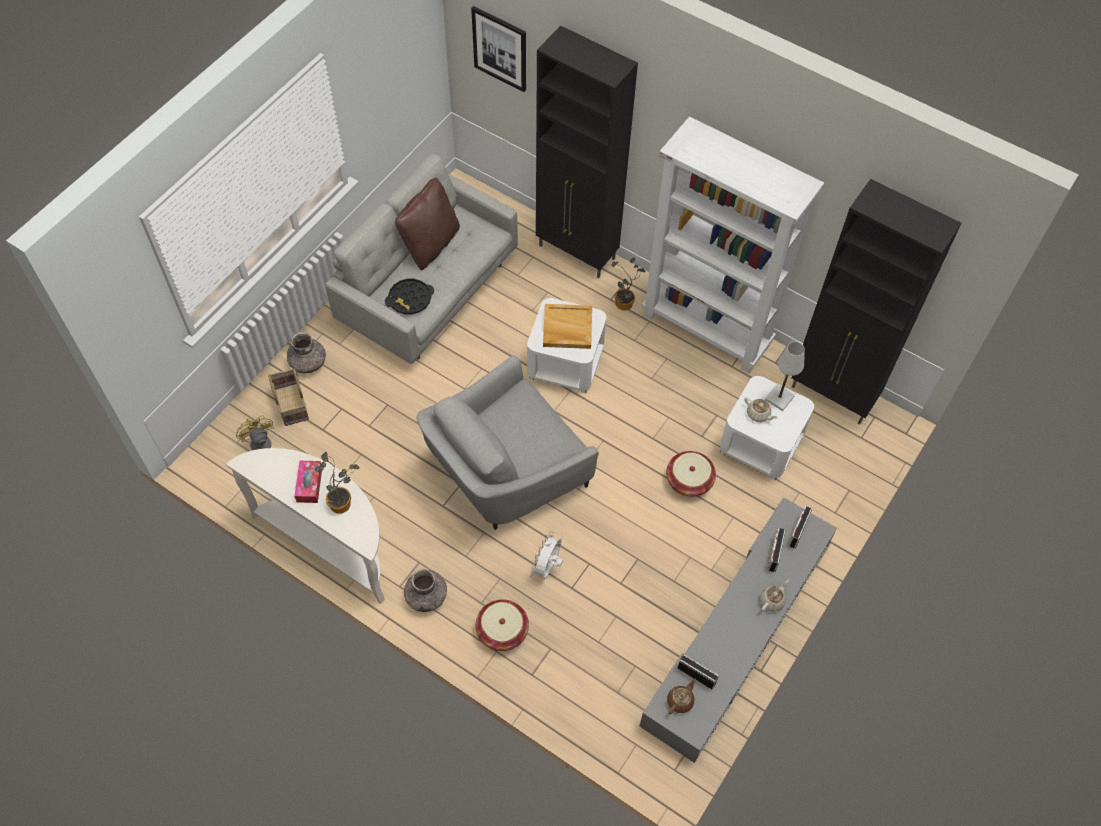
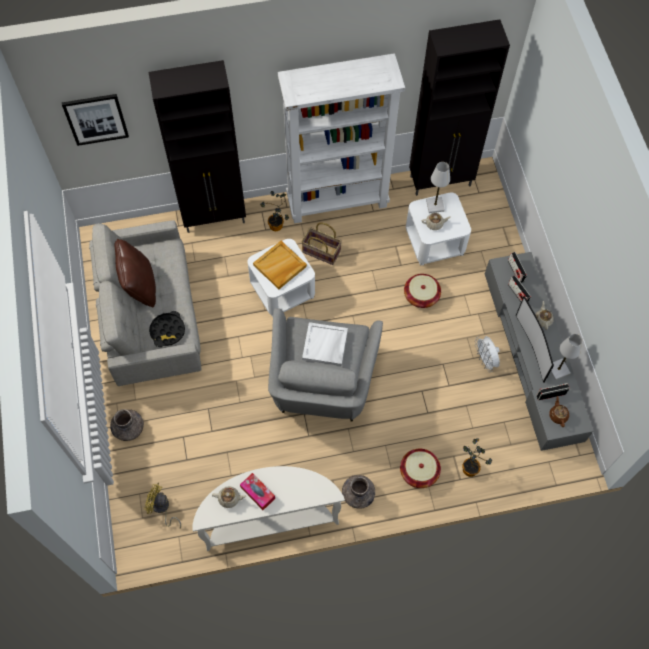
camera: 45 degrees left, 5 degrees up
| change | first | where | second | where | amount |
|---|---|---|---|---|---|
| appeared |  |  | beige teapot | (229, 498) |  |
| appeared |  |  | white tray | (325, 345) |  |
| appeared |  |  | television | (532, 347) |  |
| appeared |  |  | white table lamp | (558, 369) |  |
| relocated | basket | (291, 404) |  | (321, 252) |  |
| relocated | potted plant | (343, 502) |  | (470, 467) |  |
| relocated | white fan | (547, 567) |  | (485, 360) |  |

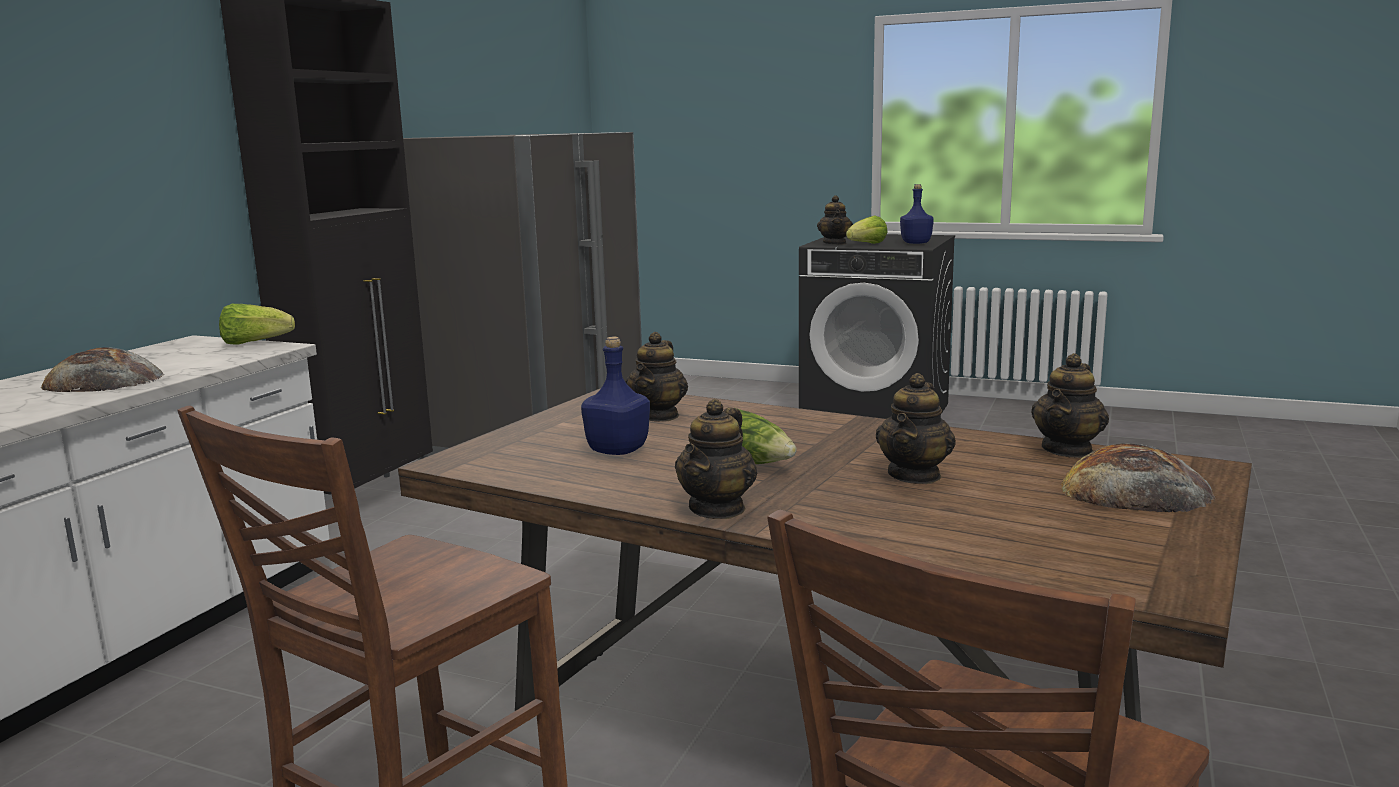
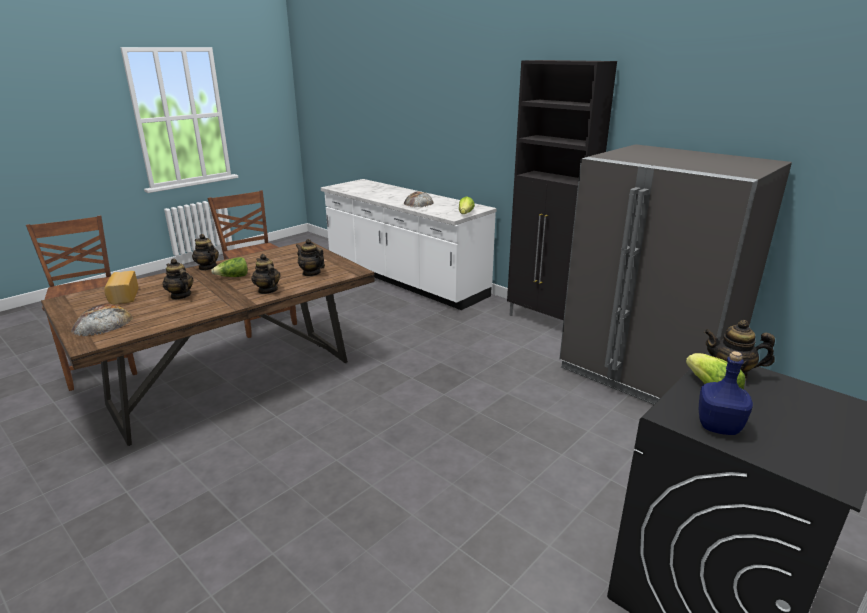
camera: 110 degrees right, 10 degrees up
| change | first | where | second | where | amount |
|---|---|---|---|---|---|
| missing | blue bottle | (619, 450) |  |  |  |
| appeared |  |  | bread | (123, 296) |  |
| relocated | teapot | (1068, 450) |  | (267, 290) |  |

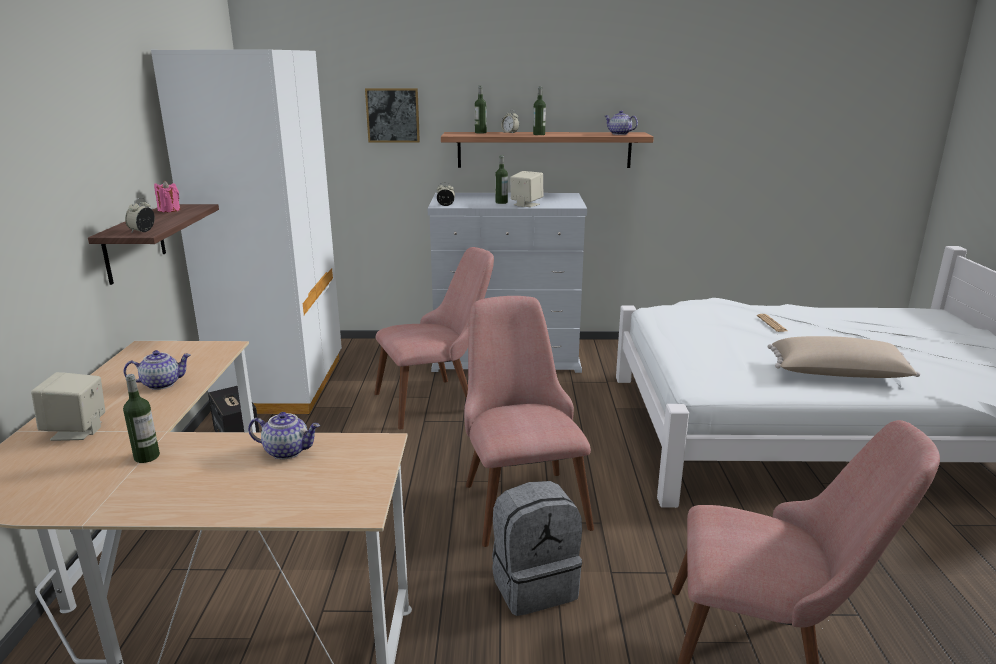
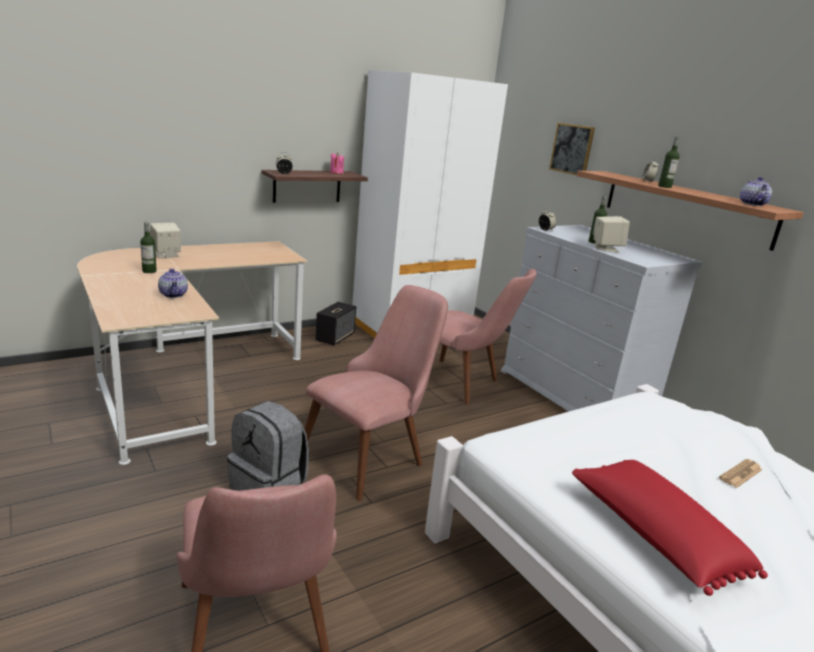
camera: 55 degrees right, 0 degrees up
| change | first | where | second | where | amount |
|---|---|---|---|---|---|
| missing | teapot | (162, 384) |  |  |  |
| missing | bottle | (480, 132) |  |  |  |
| colour | beige pillow | (837, 375) | red pillow | (653, 536) |  |

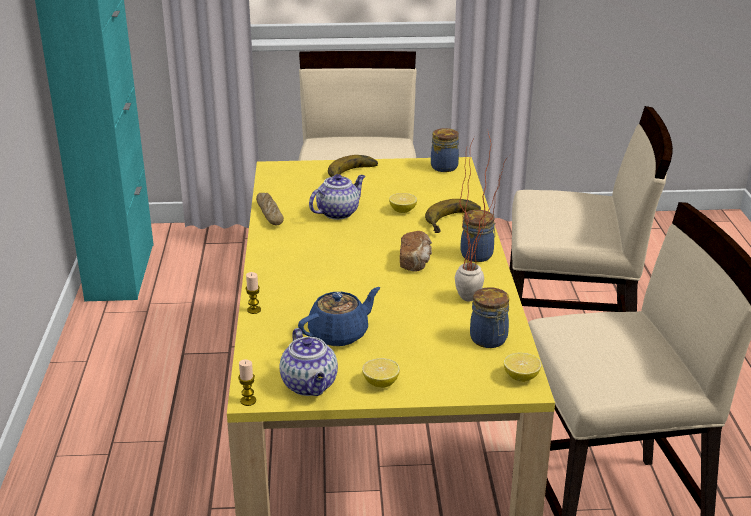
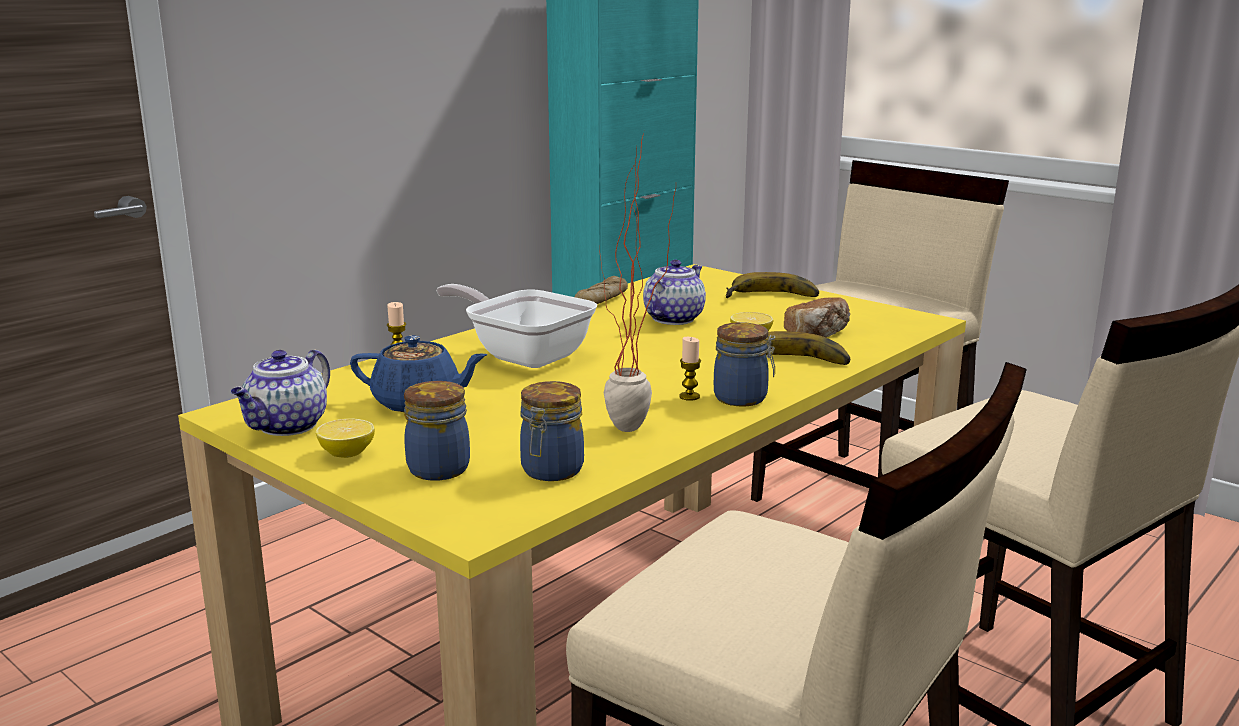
camera: 45 degrees right, 10 degrees down
| change | first | where | second | where | amount |
|---|---|---|---|---|---|
| missing | lemon | (521, 377) |  |  |  |
| appeared |  |  | frying pan | (523, 355) |  |
| relocated | candle | (248, 401) |  | (689, 396) |  |
| relocated | bread | (415, 262) |  | (818, 335) |  |
| relocated | jar | (443, 167) |  | (439, 468) |  |
| spun | teapot | (338, 212) |  | (674, 318) | 60 degrees counterclockwise |

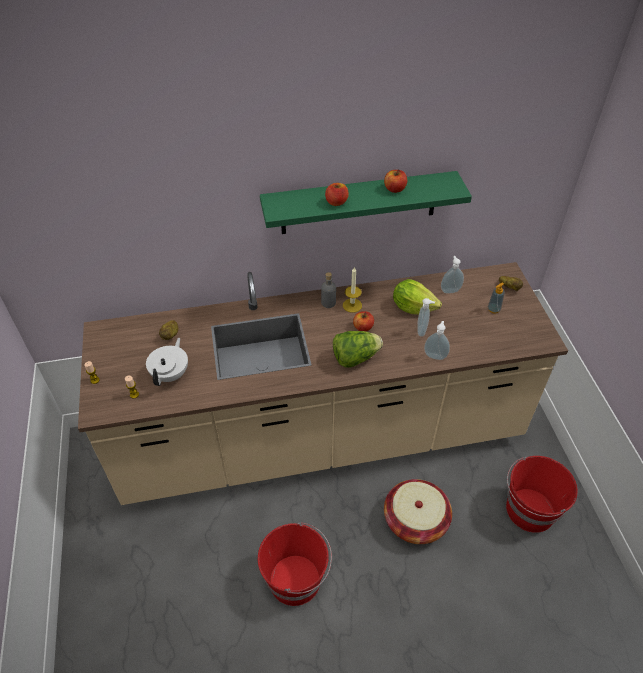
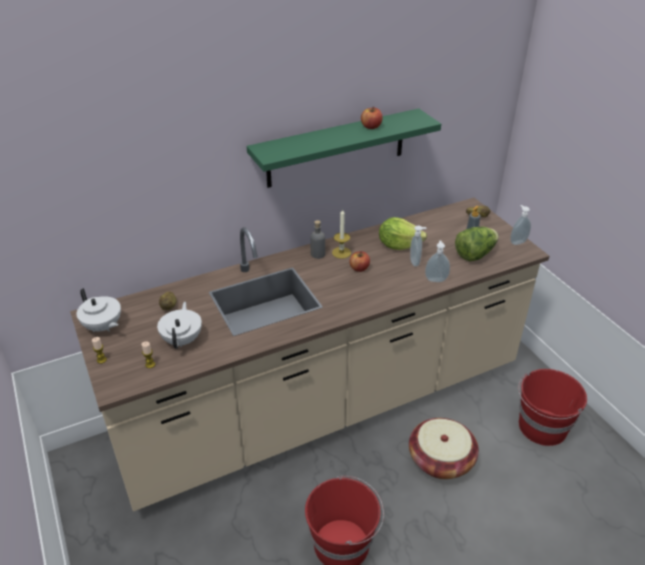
camera: 15 degrees left, 10 degrees down
| change | first | where | second | where | amount |
|---|---|---|---|---|---|
| missing | apple | (336, 202) |  |  |  |
| appeared |  |  | white teapot | (103, 327) |  |
| relocated | lettuce | (355, 358) |  | (475, 254) |  |
| relocated | soap dispenser | (450, 290) |  | (517, 242) |  |

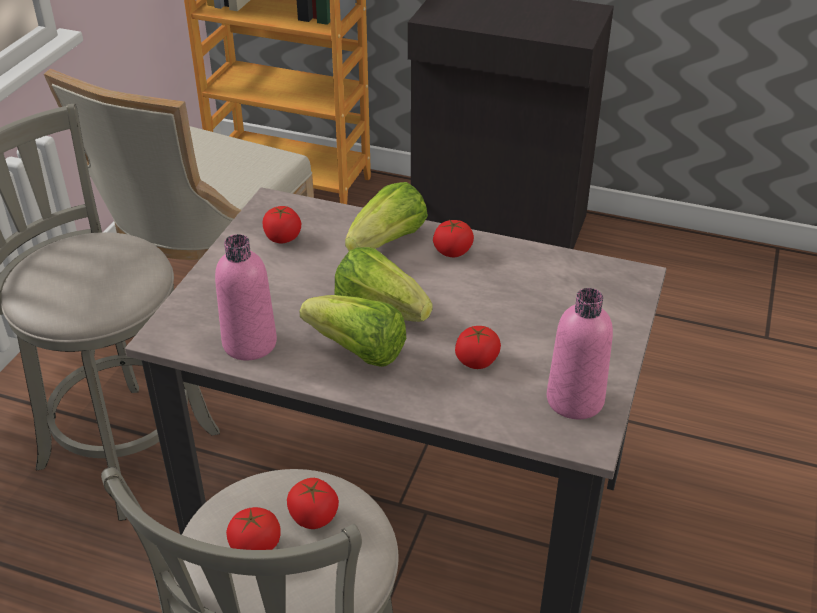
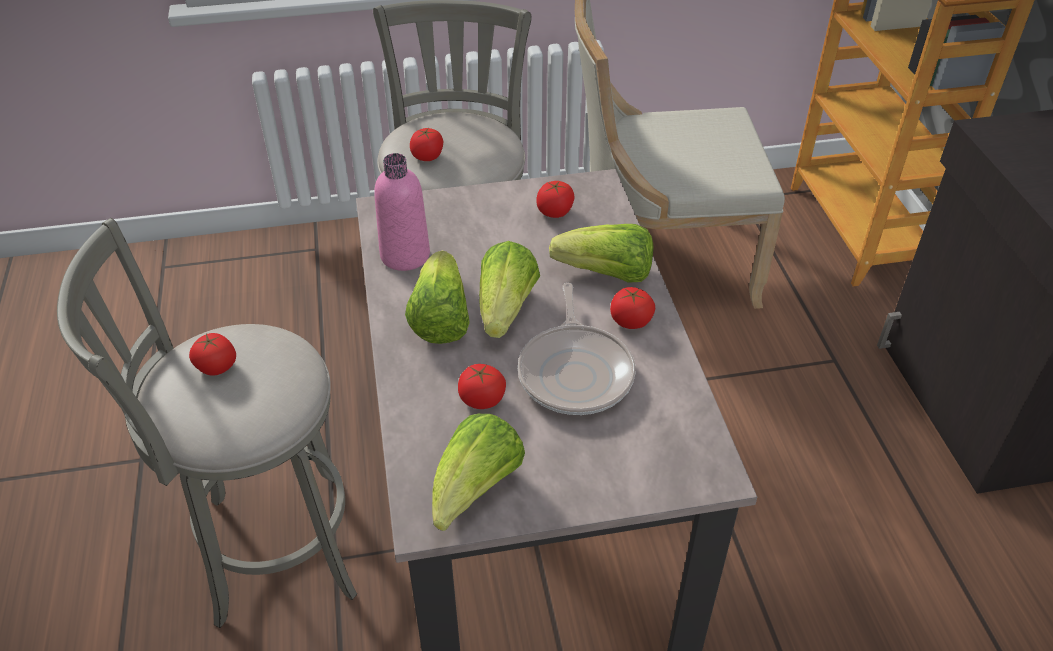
camera: 60 degrees right, 5 degrees up
| change | first | where | second | where | amount |
|---|---|---|---|---|---|
| appeared |  |  | frying pan | (576, 372) |  |
| relocated | tomato | (313, 517) |  | (427, 156) |  |
| exchanged | pink bottle | (575, 400) | lettuce | (475, 491) |  |

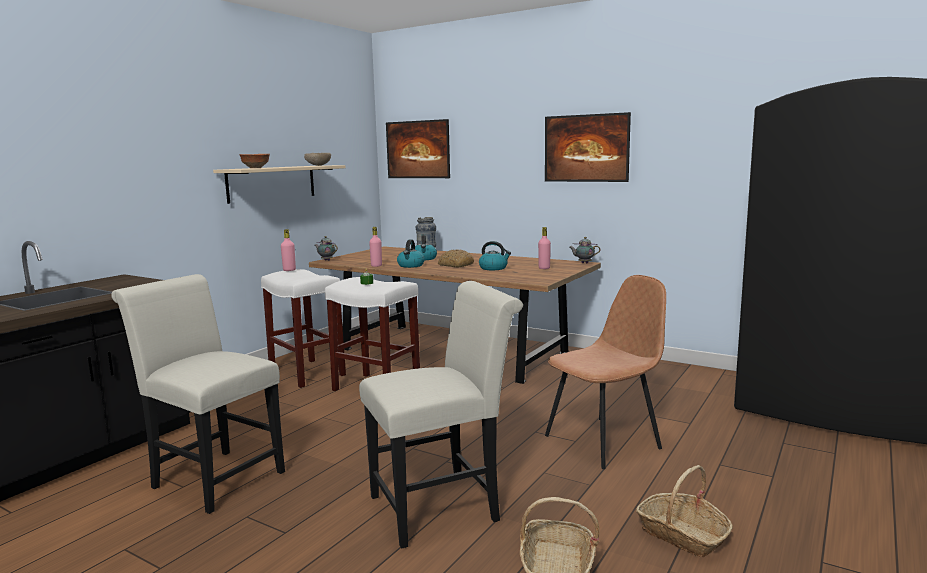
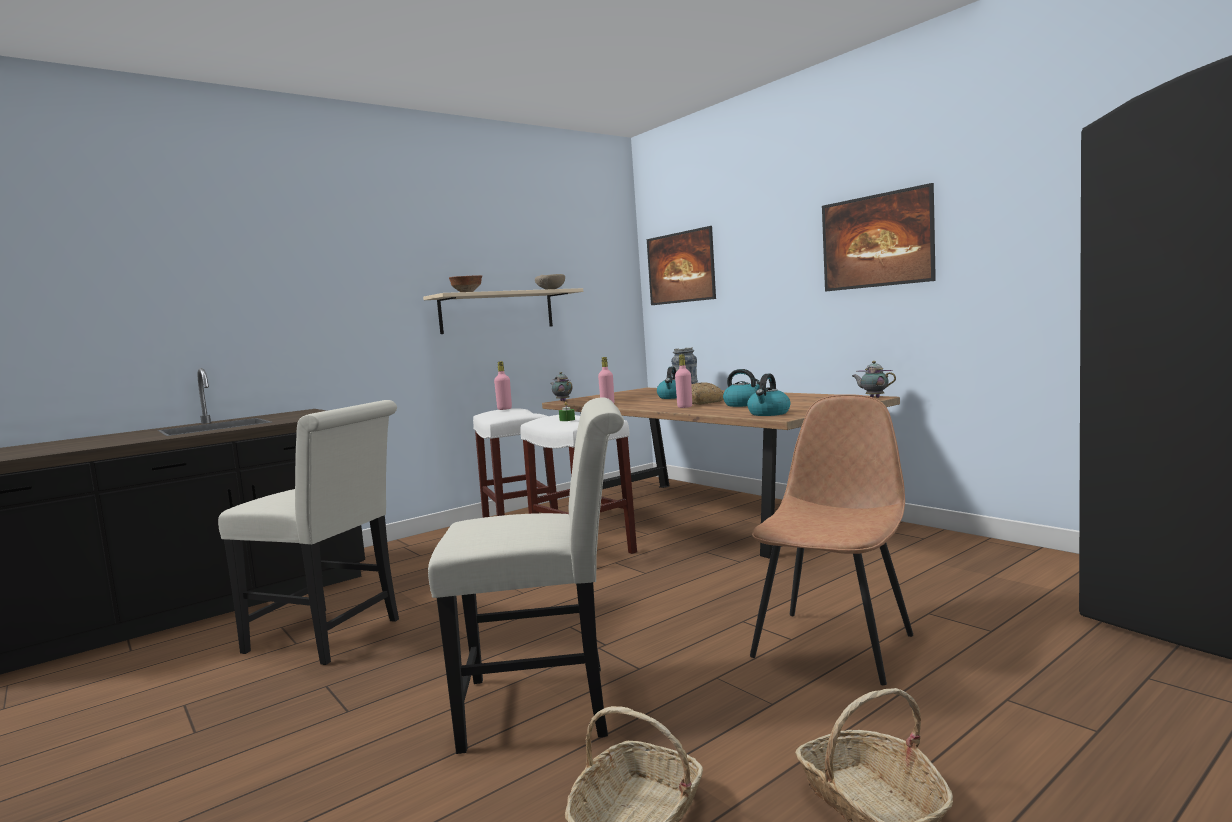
camera: 20 degrees right, 5 degrees down
| change | first | where | second | where | amount |
|---|---|---|---|---|---|
| relocated | kettle | (411, 265) |  | (769, 413) |  |
| relocated | pink bottle | (544, 268) |  | (684, 407) |  |
| spun | white chair | (212, 477) |  | (331, 637) | 150 degrees clockwise |
| spun | brown chair | (604, 441) |  | (834, 644) | 45 degrees counterclockwise |

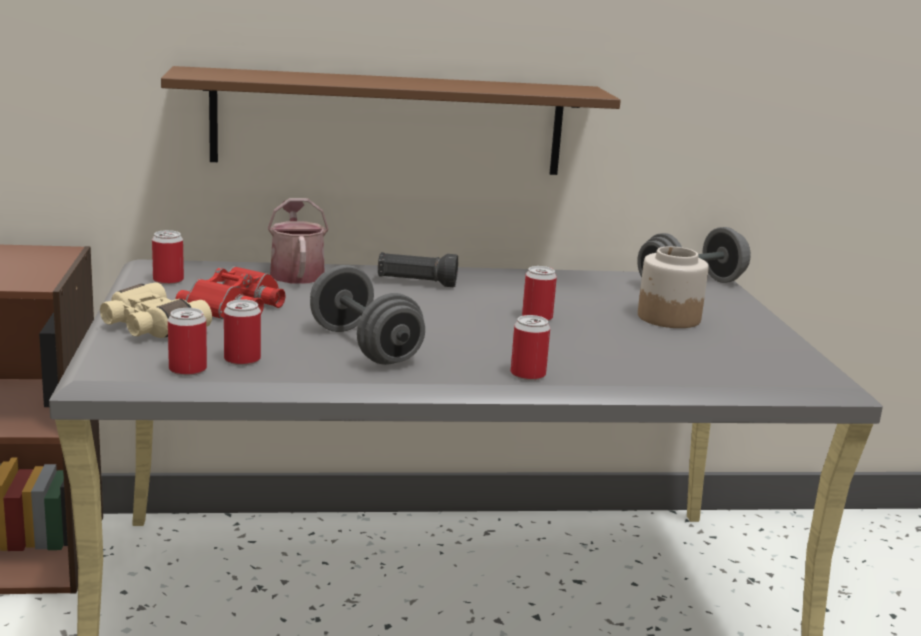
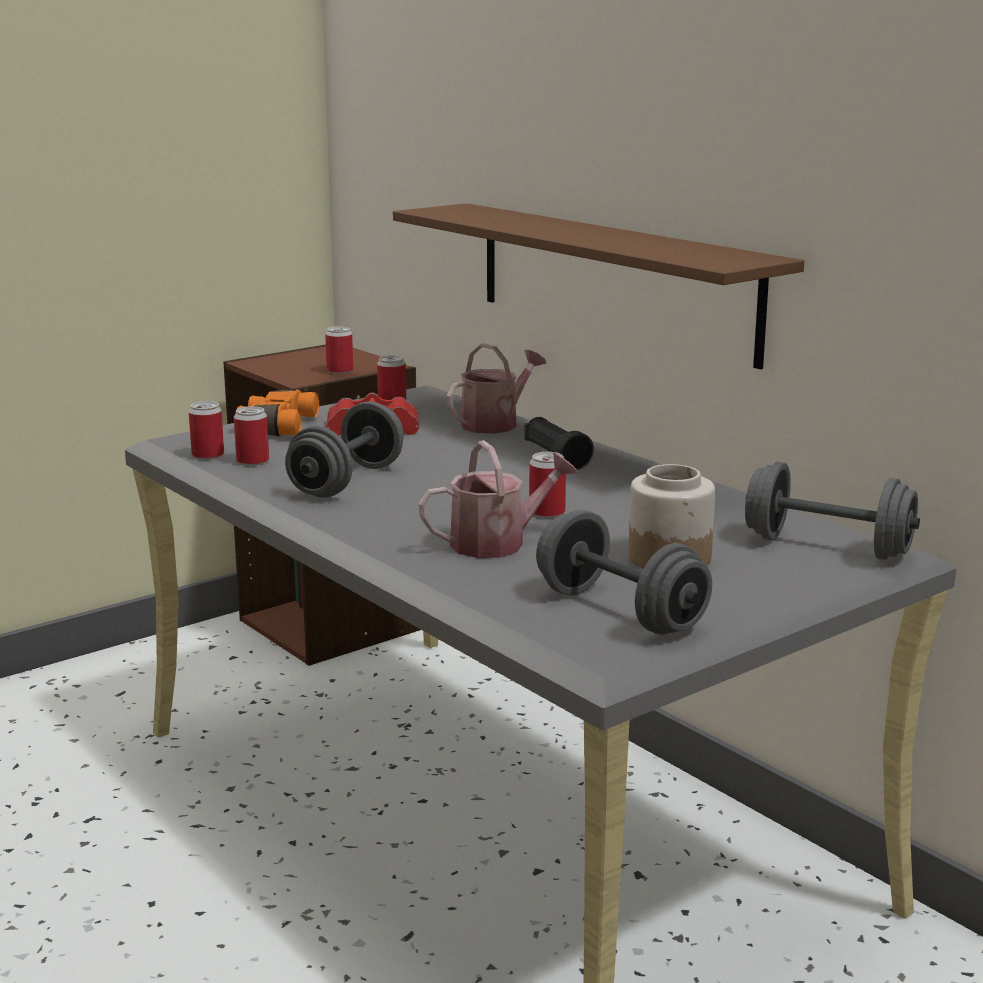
camera: 60 degrees right, 0 degrees up
| change | first | where | second | where | amount |
|---|---|---|---|---|---|
| appeared |  |  | watering can | (497, 543) |  |
| appeared |  |  | grey dumbbell | (620, 611) |  |
| relocated | can | (528, 374) |  | (340, 371) |  |
| colour | beige binoculars | (150, 328) | orange binoculars | (276, 427) |  |

